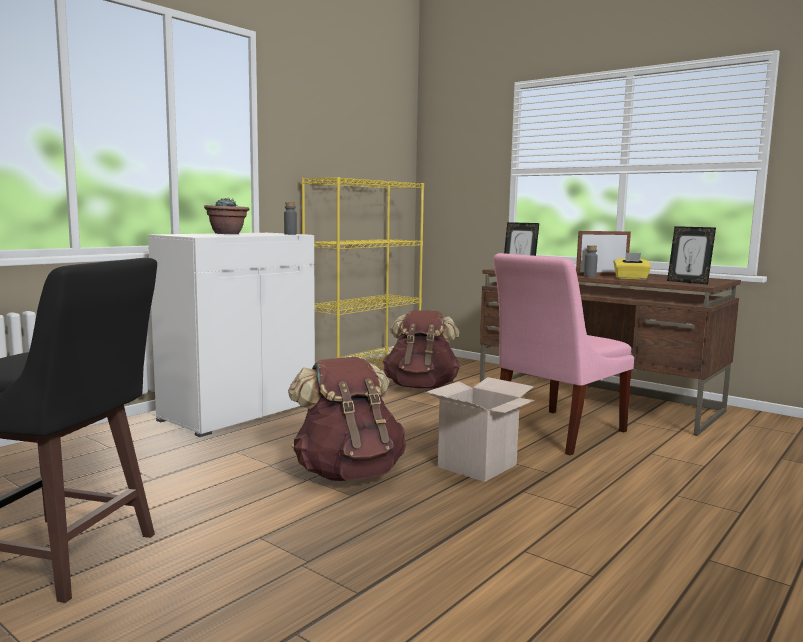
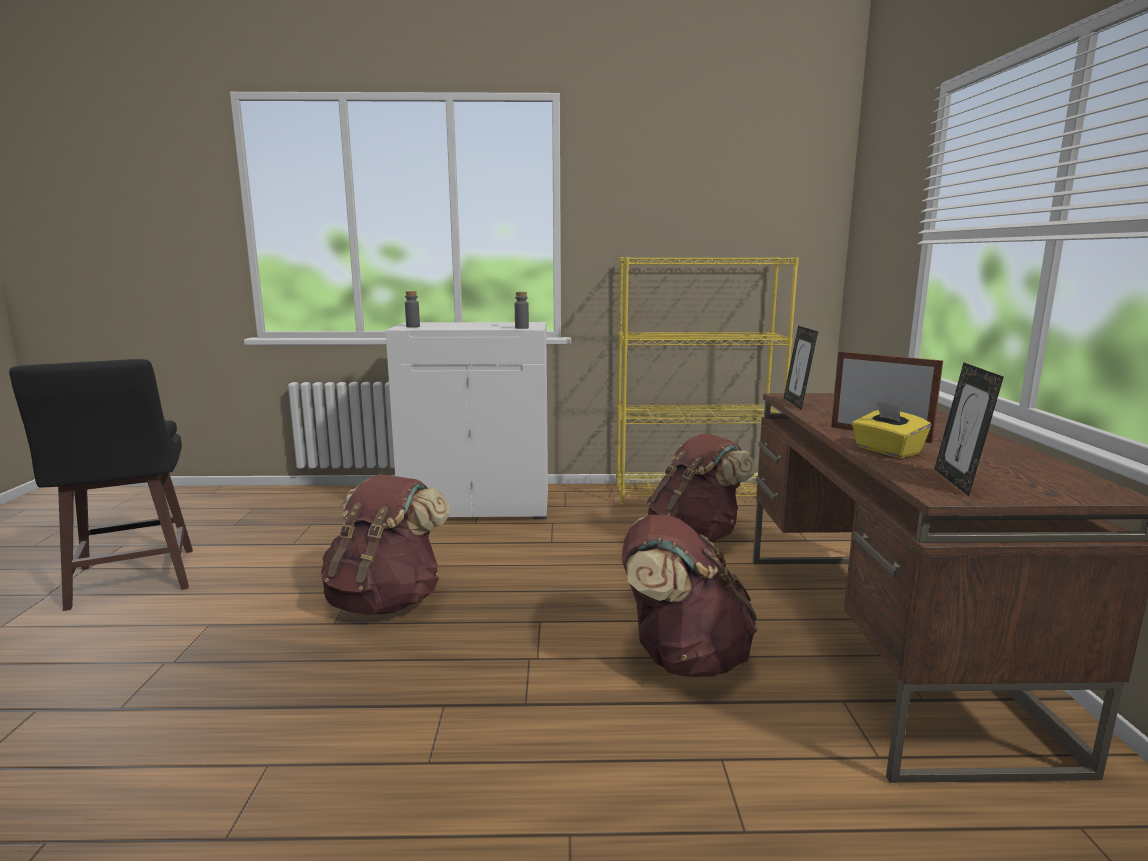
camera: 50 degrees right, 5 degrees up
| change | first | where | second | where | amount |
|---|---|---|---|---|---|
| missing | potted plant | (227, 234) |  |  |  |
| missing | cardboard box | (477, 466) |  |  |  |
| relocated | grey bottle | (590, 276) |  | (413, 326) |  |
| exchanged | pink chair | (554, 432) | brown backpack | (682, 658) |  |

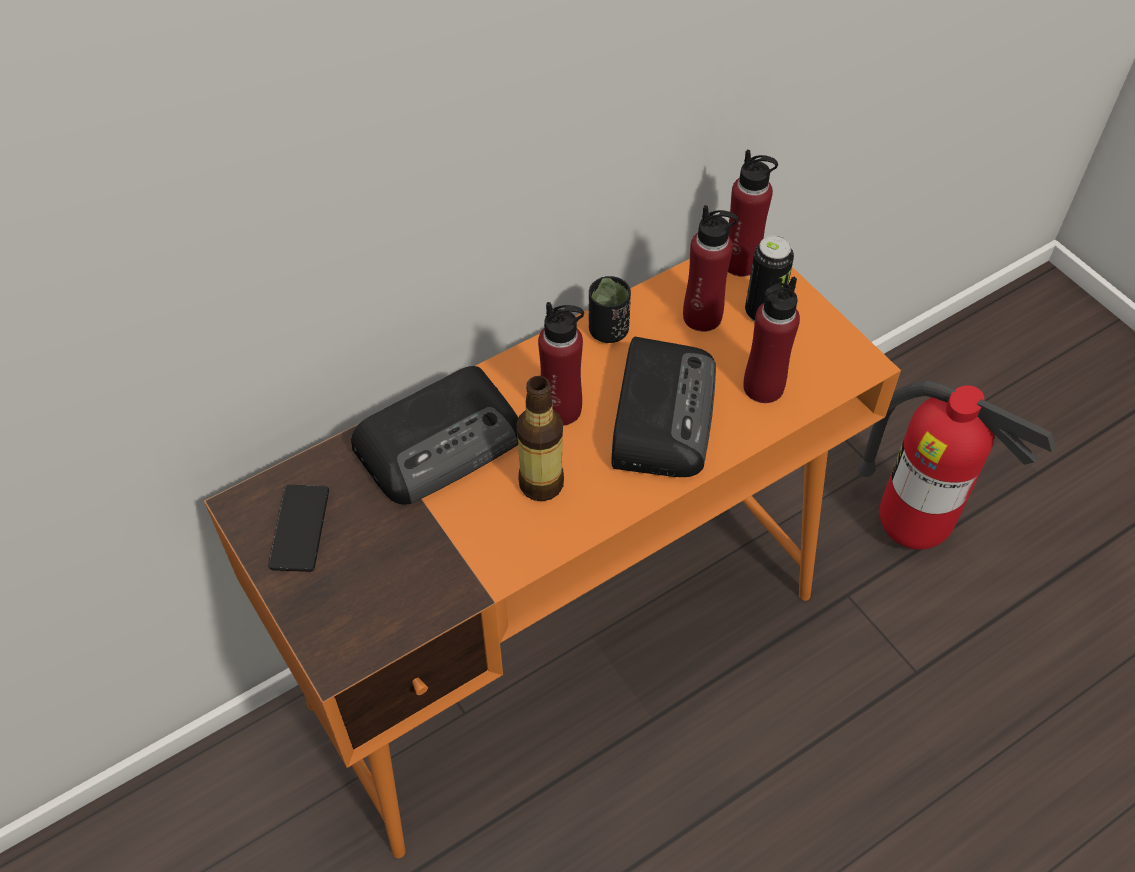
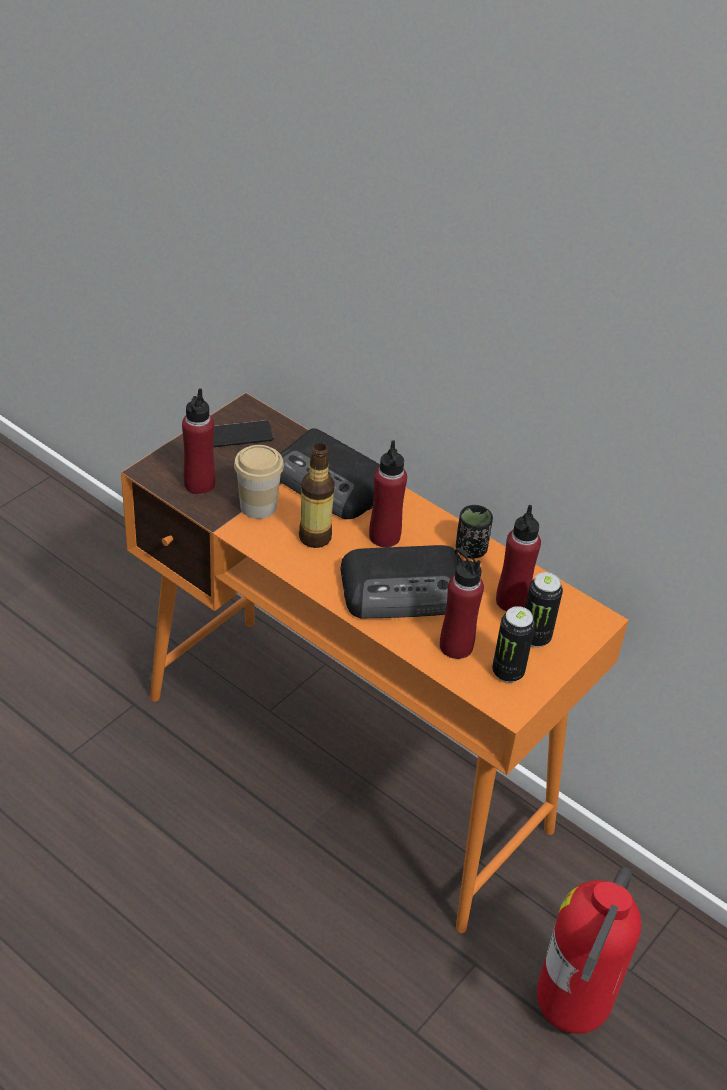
camera: 70 degrees right, 10 degrees down
| change | first | where | second | where | amount |
|---|---|---|---|---|---|
| appeared |  |  | cup | (258, 506) |  |
| appeared |  |  | can | (508, 672) |  |
| relocated | red bottle | (741, 263) |  | (199, 484) |  |

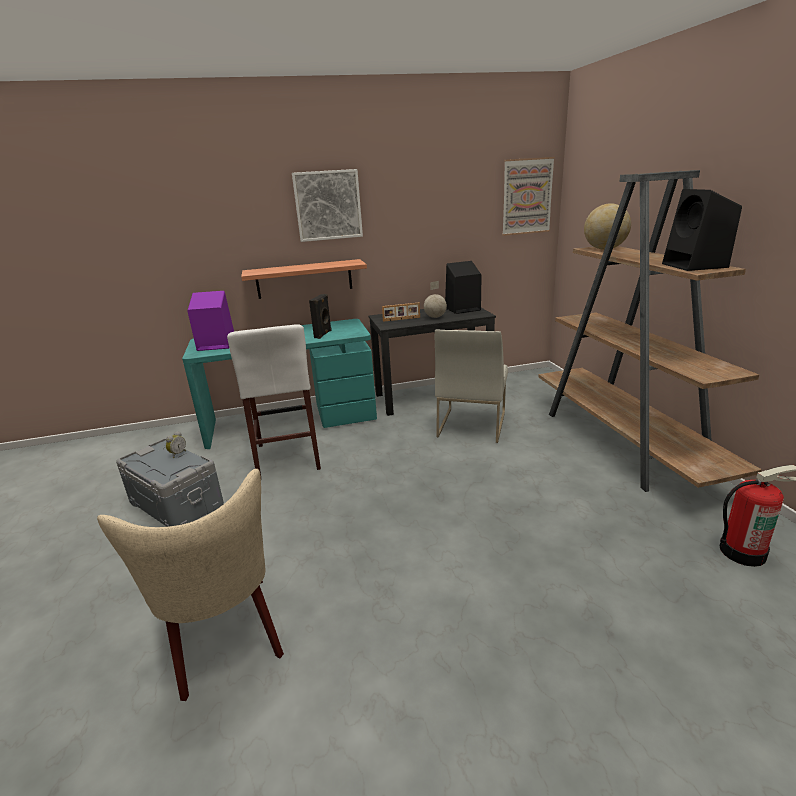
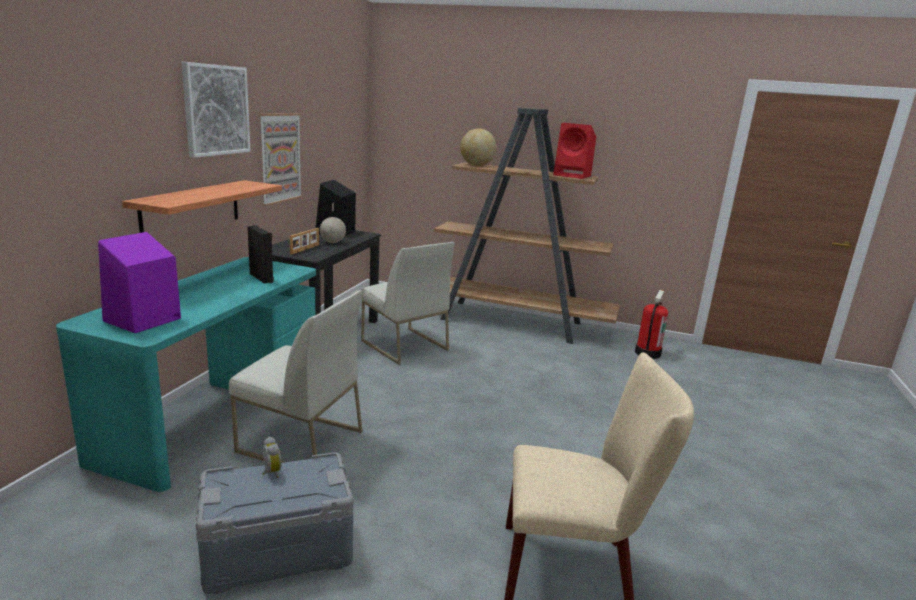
camera: 60 degrees left, 5 degrees down
| change | first | where | second | where | amount |
|---|---|---|---|---|---|
| relocated | picture | (527, 196) |  | (280, 158) |  |
| exchanged | white stool | (288, 456) | white chair | (299, 441) |  |
| colour | black speaker | (695, 266) | red speaker | (573, 175) |  |

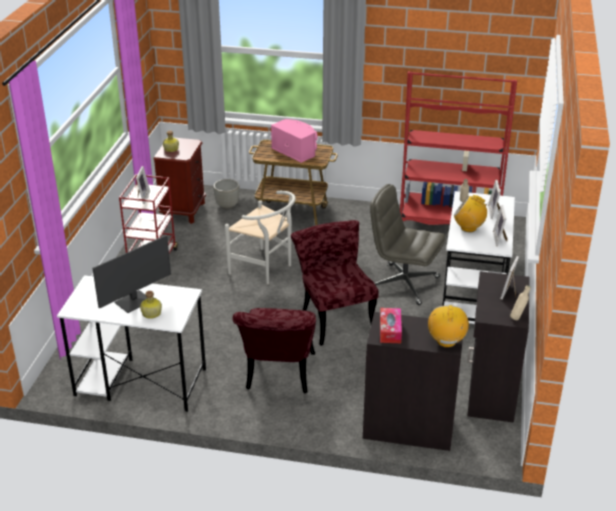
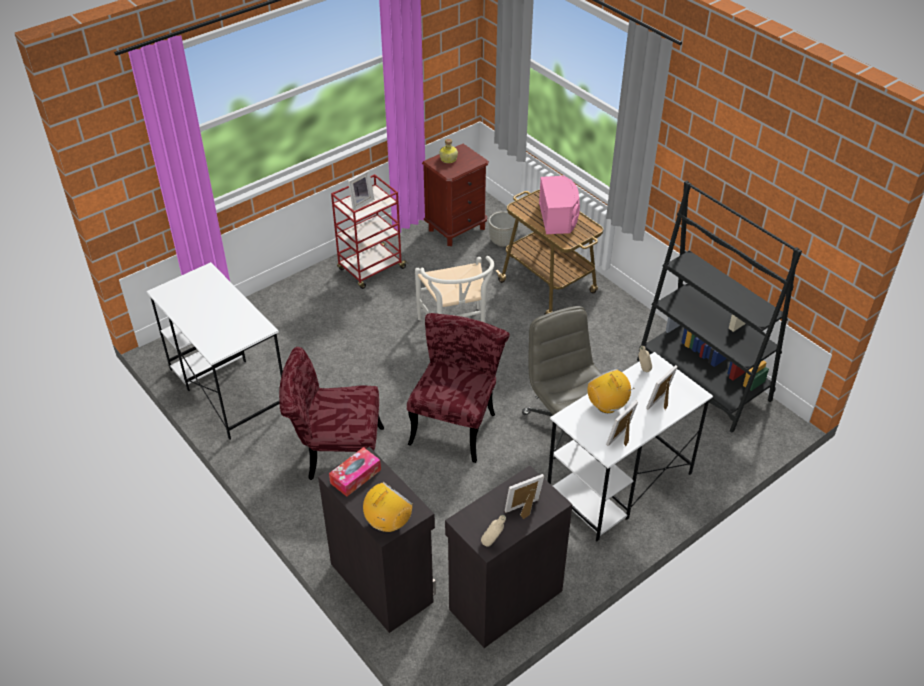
camera: 40 degrees right, 10 degrees up
| change | first | where | second | where | amount |
|---|---|---|---|---|---|
| missing | monitor | (134, 302) |  |  |  |
| missing | bottle | (151, 313) |  |  |  |
| colour | red bookcase | (448, 223) | black bookcase | (703, 380) |  |
| spun | red chair | (279, 377) |  | (336, 454) | 45 degrees clockwise |

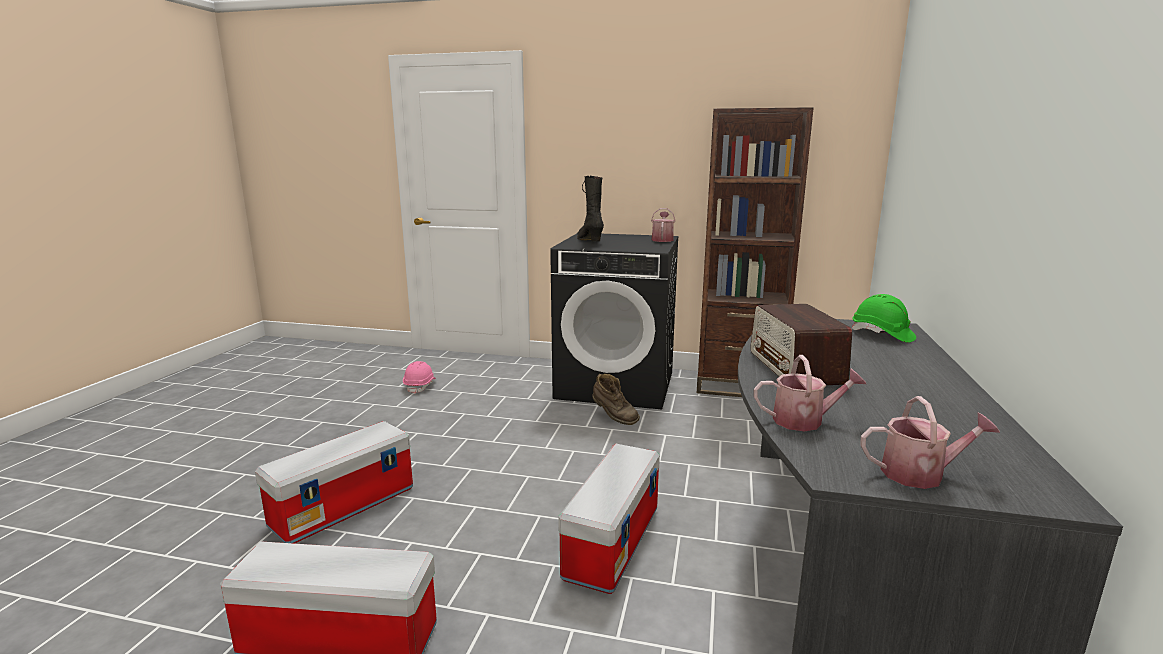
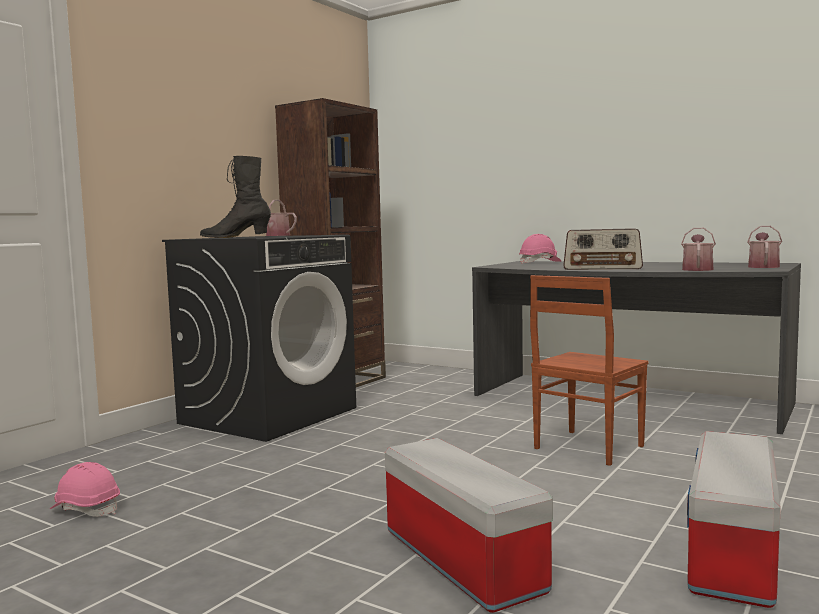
camera: 70 degrees left, 10 degrees down
| change | first | where | second | where | amount |
|---|---|---|---|---|---|
| missing | brown boot | (613, 417) |  |  |  |
| exchanged | storage box | (612, 541) | brown chair | (586, 447) |  |
| colour | green hard hat | (882, 334) | pink hard hat | (540, 262) |  |

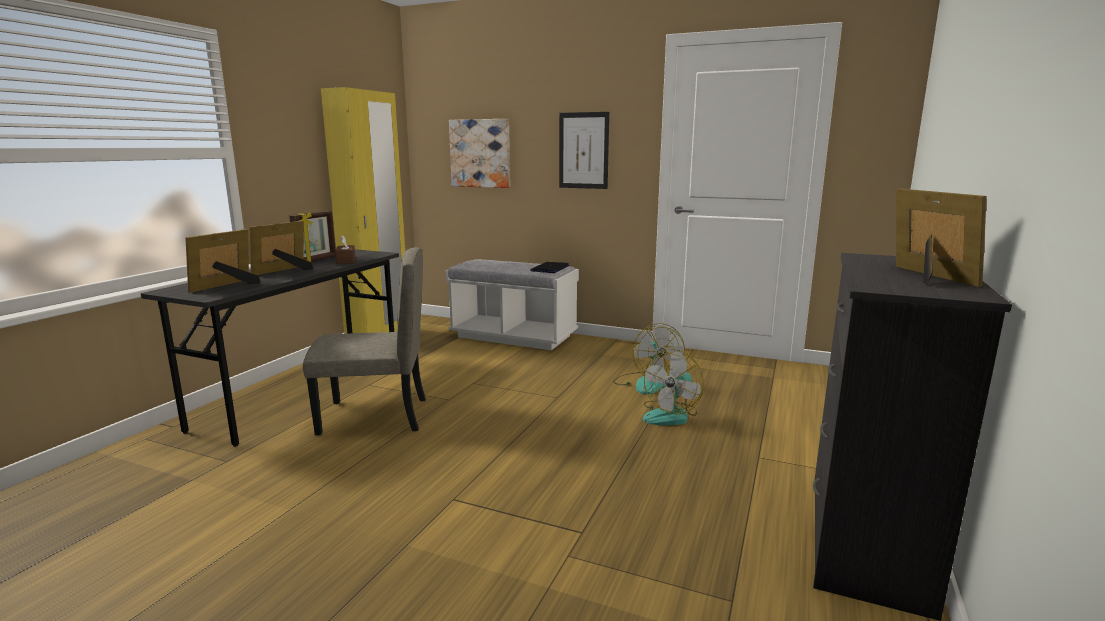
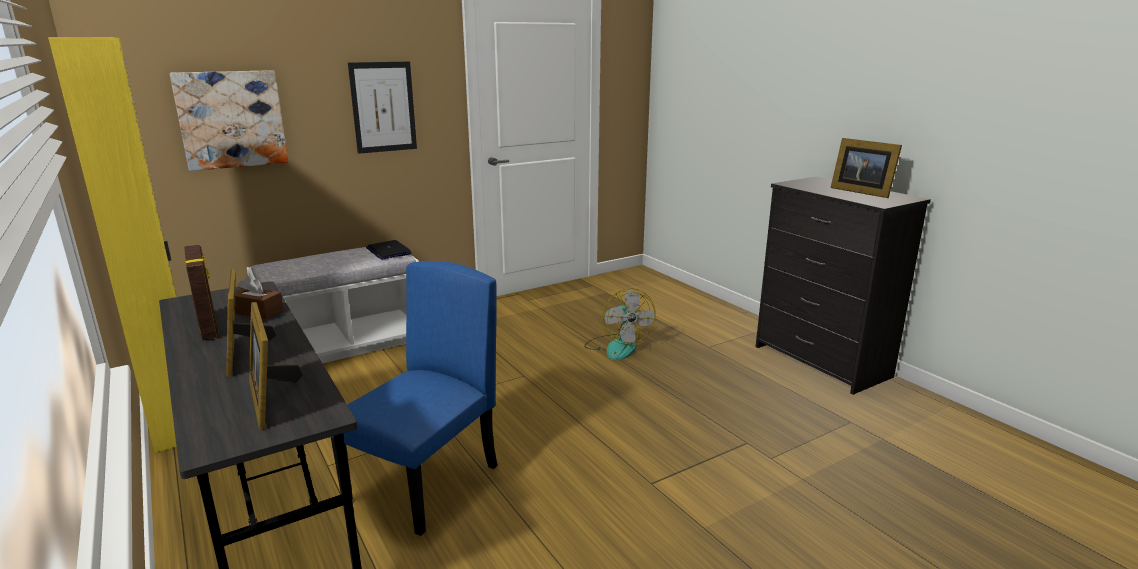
camera: 55 degrees left, 5 degrees up
| change | first | where | second | where | amount |
|---|---|---|---|---|---|
| missing | fan | (646, 383) |  |  |  |
| colour | beige chair | (374, 416) | blue chair | (424, 484) |  |
| spun | picture frame | (927, 277) |  | (860, 191) | 150 degrees counterclockwise |

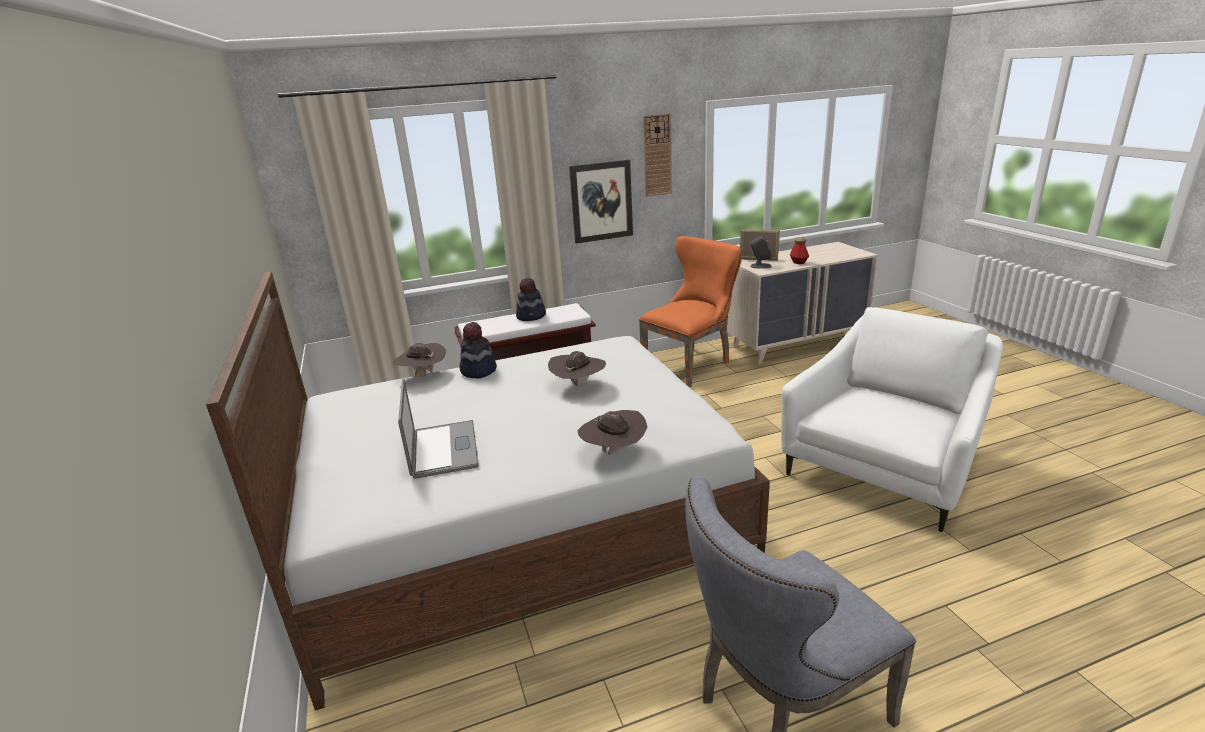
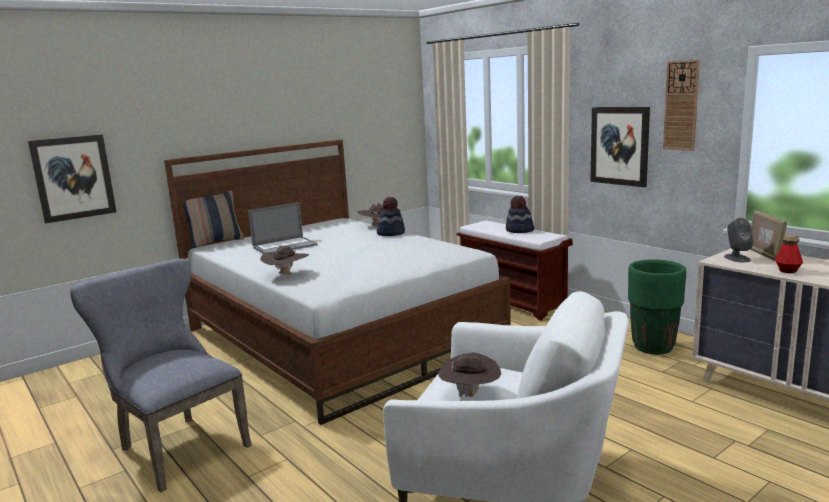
camera: 70 degrees right, 10 degrees down
| change | first | where | second | where | amount |
|---|---|---|---|---|---|
| appeared |  |  | picture | (73, 178) |  |
| appeared |  |  | pillow | (216, 242) |  |
| relocated | brown hat | (578, 386) |  | (470, 395) |  |
| exchanged | orange chair | (691, 364) | green planter | (653, 347) |  |

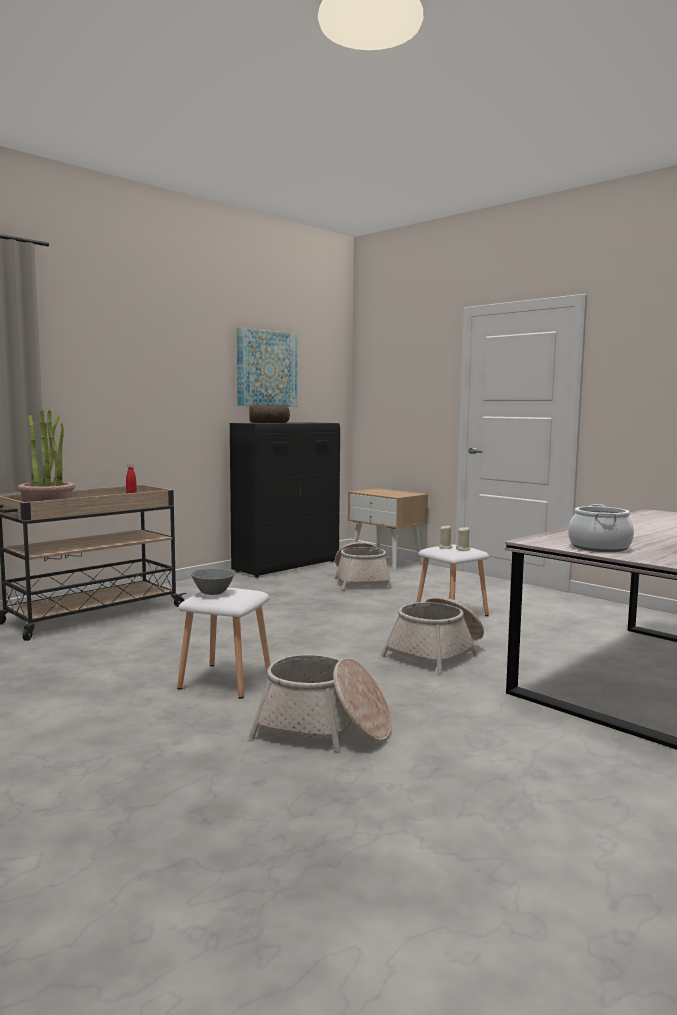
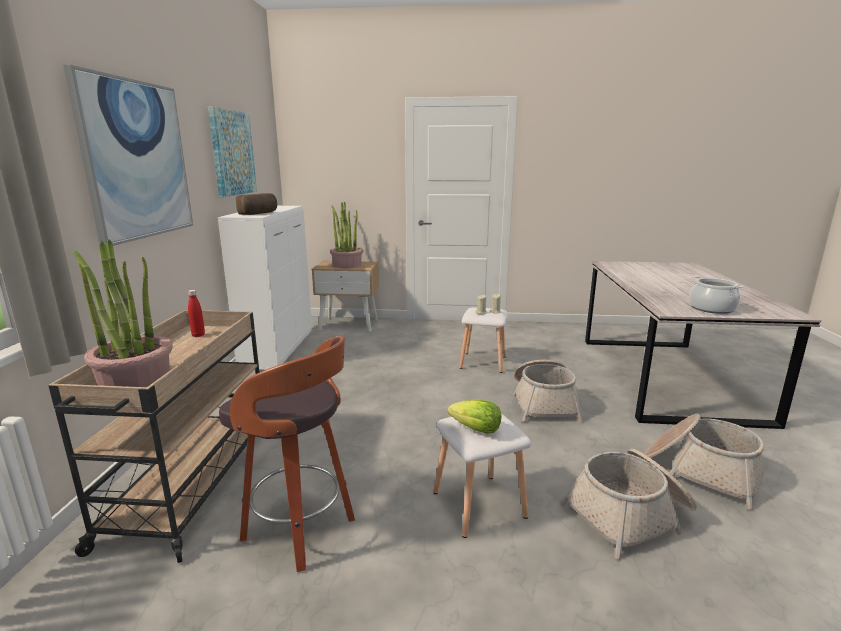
camera: 40 degrees left, 10 degrees up
| change | first | where | second | where | amount |
|---|---|---|---|---|---|
| appeared |  |  | picture | (137, 160) |  |
| appeared |  |  | stool | (301, 530) |  |
| appeared |  |  | potted plant | (347, 265) |  |
| relocated | basket | (361, 581) |  | (700, 471) |  |
| exchanged | grey bowl | (212, 593) | lettuce | (476, 430) |  |
| colour | black cabinet | (287, 566) | white cabinet | (278, 349) |  |

